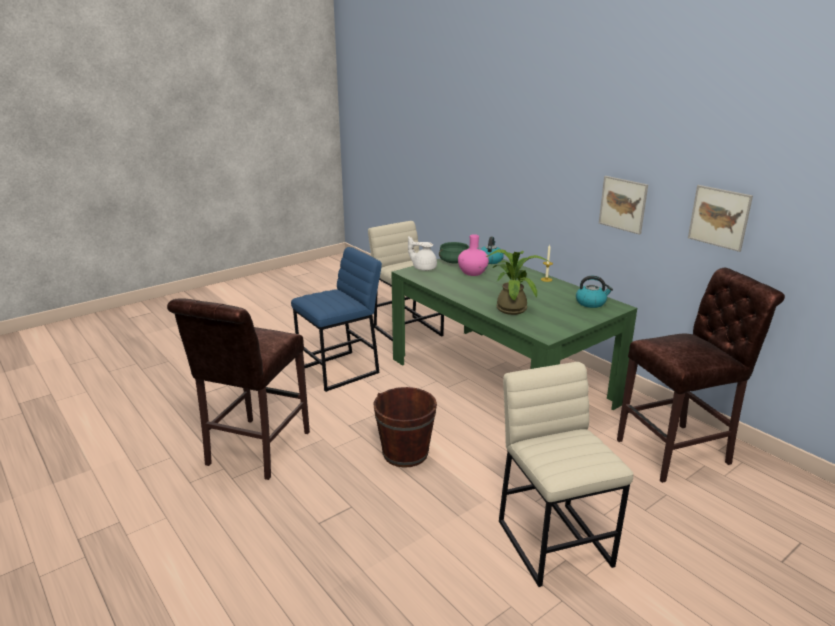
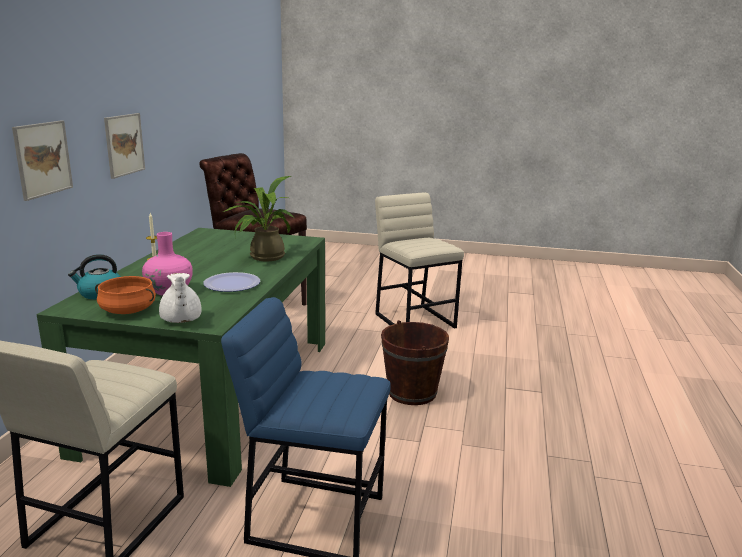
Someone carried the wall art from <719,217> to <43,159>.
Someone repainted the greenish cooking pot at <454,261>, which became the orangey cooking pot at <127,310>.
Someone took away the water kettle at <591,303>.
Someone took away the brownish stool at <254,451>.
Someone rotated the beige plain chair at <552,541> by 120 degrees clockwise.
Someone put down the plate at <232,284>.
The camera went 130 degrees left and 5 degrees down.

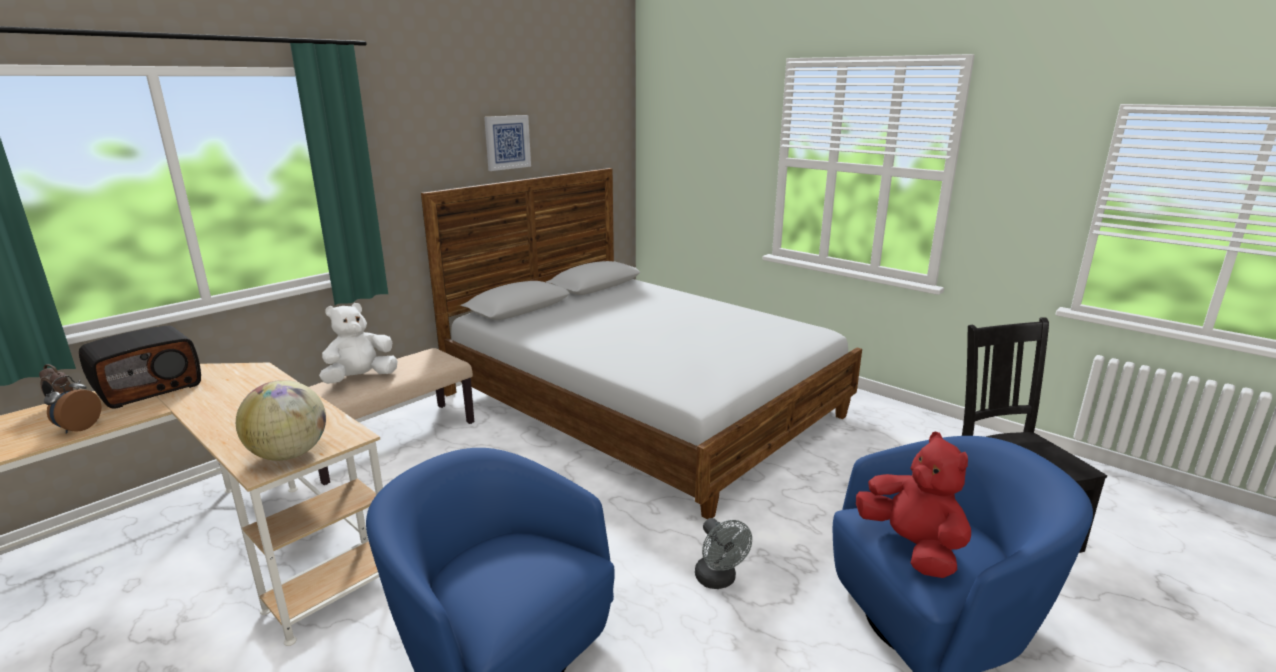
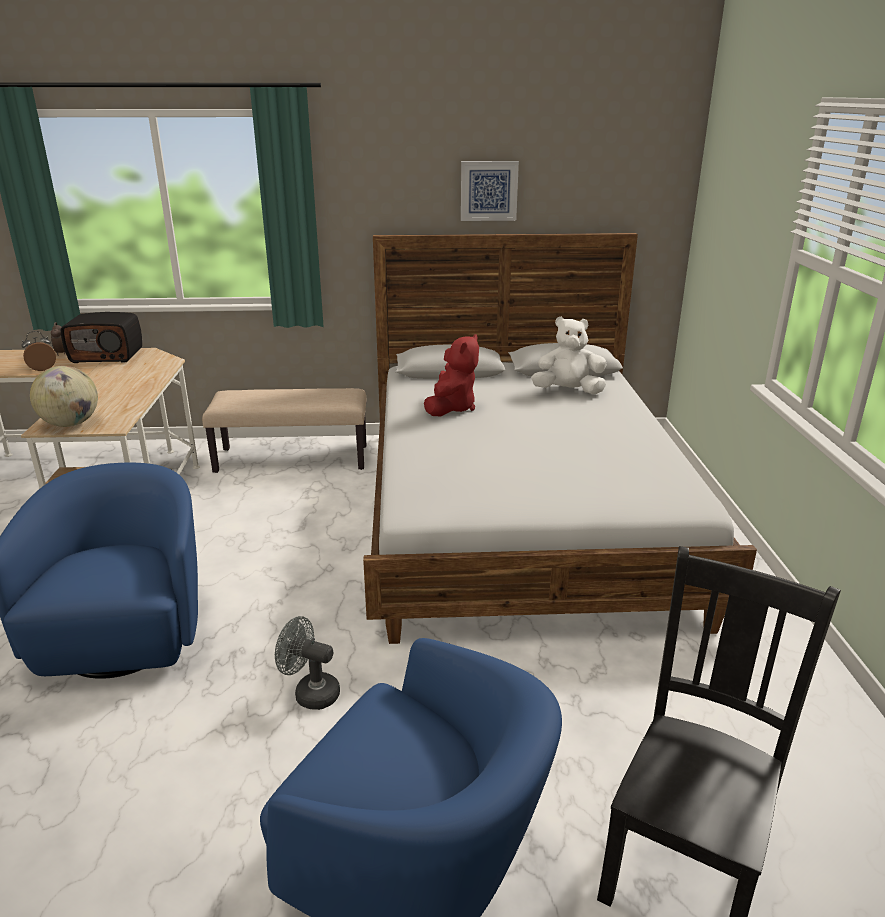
Someone carried the white plush toy from <360,378> to <568,391>.
Someone carried the reddish plush toy from <911,547> to <451,408>.
Someone rotated the greyish electric fan at <719,580> by 90 degrees clockwise.
The camera went 45 degrees right and 5 degrees up.

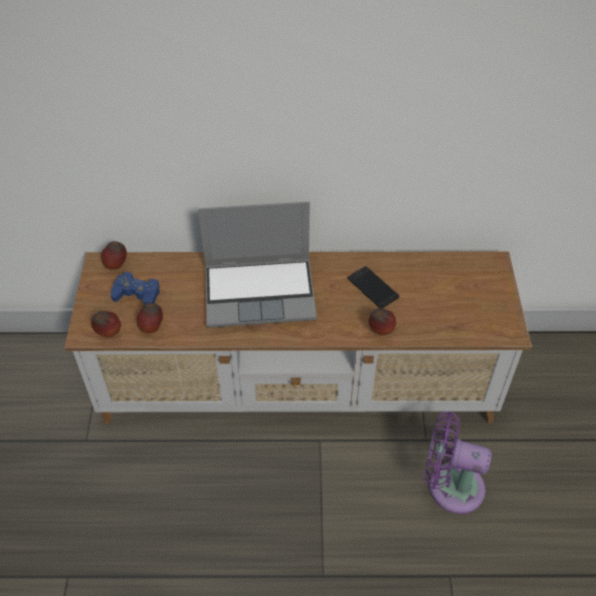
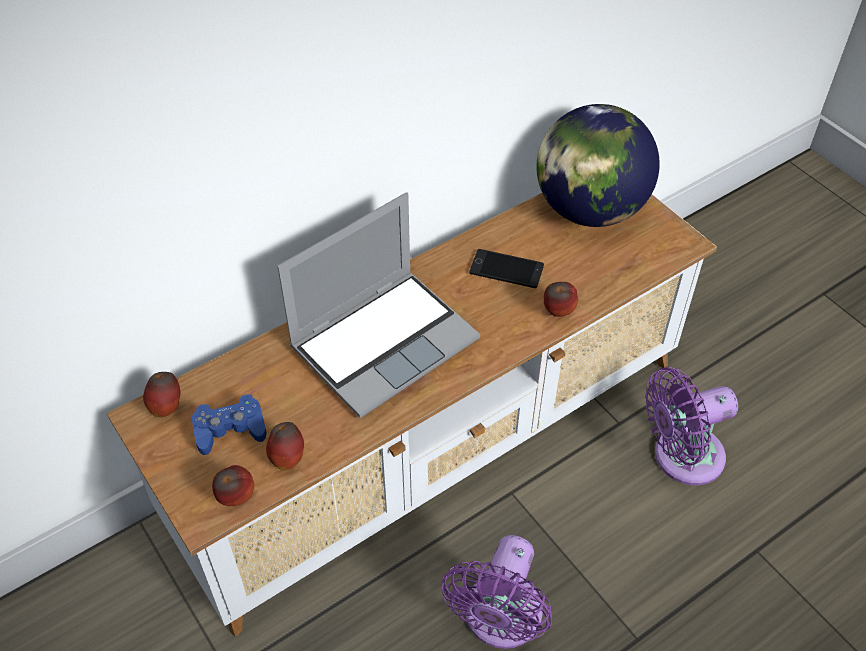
Someone put down the globe at <589,210>.
Someone put down the purple electric fan at <499,619>.
The camera went 35 degrees left and 0 degrees up.

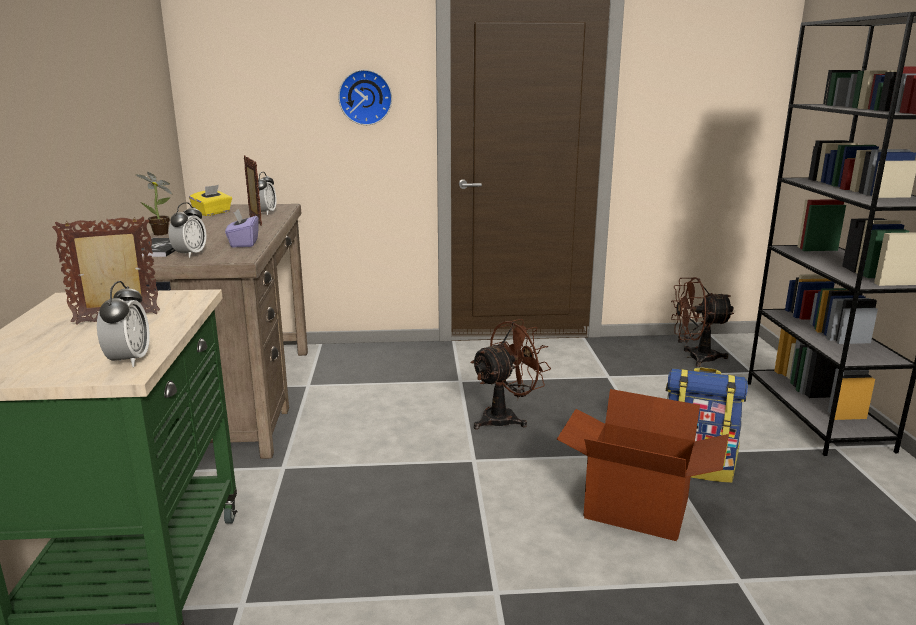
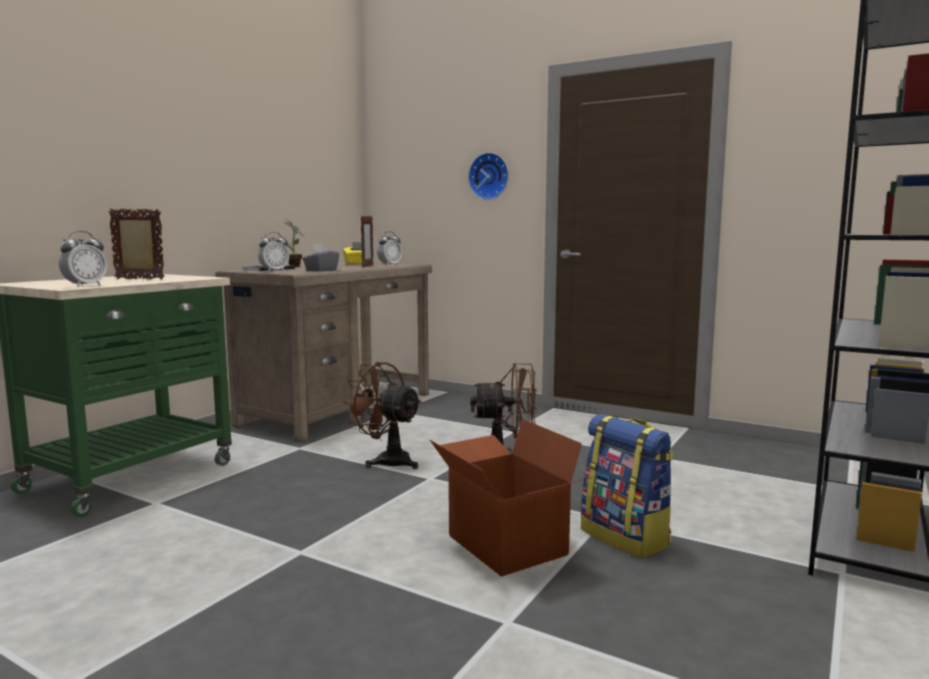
Someone repainted the purple tissue holder at <243,243>, which became the greyish tissue holder at <321,270>.
Someone carried the brownish electric fan from <694,358> to <387,460>.
The camera went 35 degrees right and 10 degrees down.

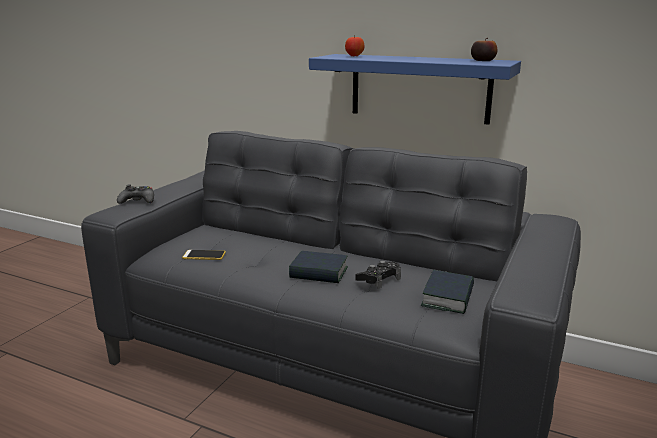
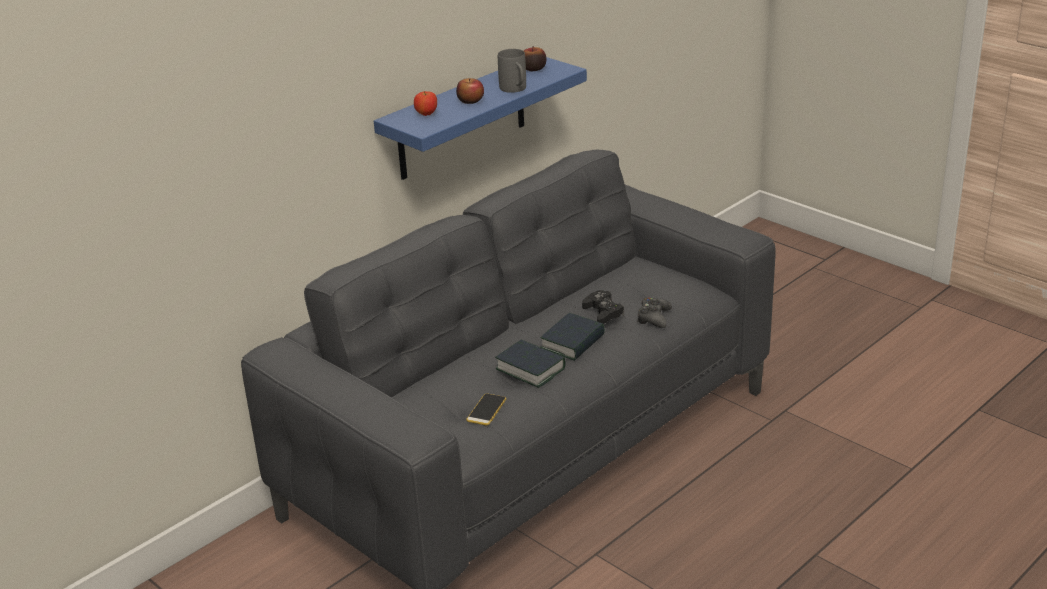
Someone carried the black-coloured gamepad from <137,201> to <653,318>.
Someone carried the volume from <448,297> to <530,369>.
Someone put down the greyish mug at <515,90>.
Someone put down the apple at <470,101>.
The camera went 70 degrees left and 10 degrees up.

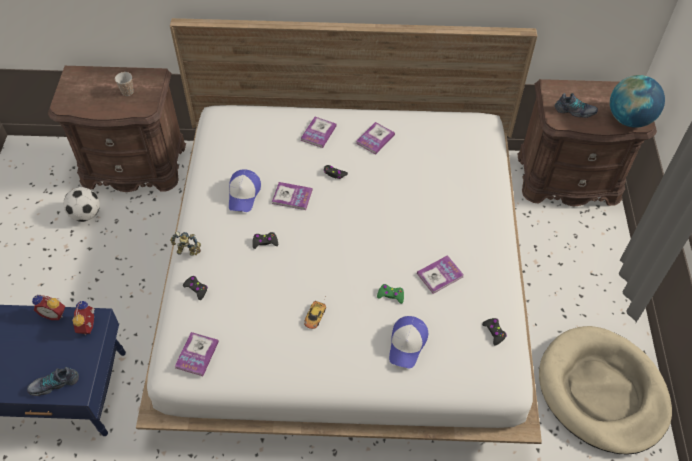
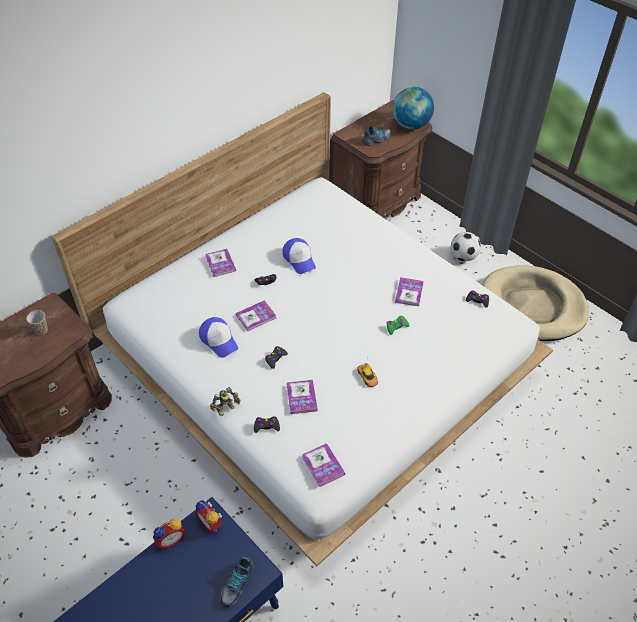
Someone carried the volume from <375,139> to <301,397>.
Someone carried the ball for football from <86,214> to <463,257>.
Someone carried the cap from <407,344> to <299,259>.
The camera went 45 degrees left and 5 degrees down.

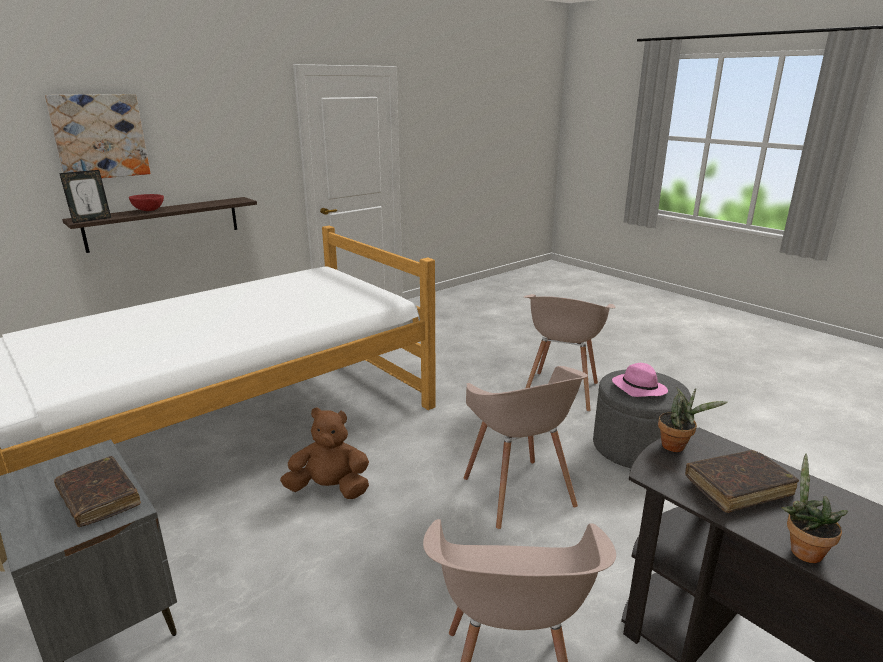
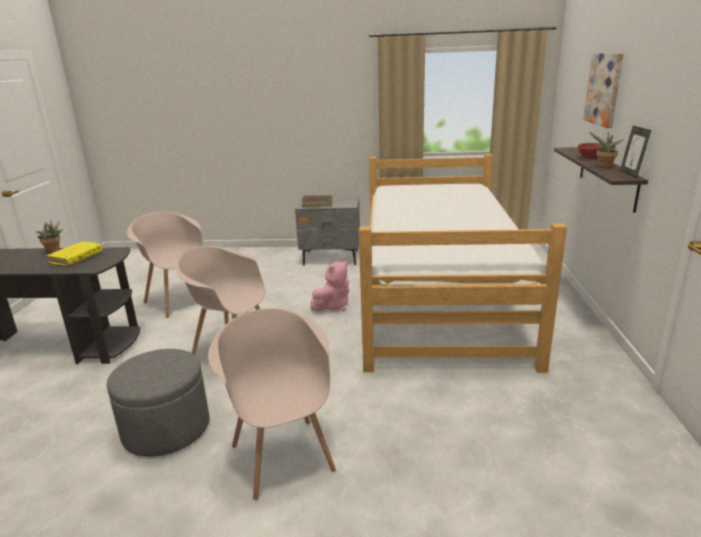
Someone carried the picture frame from <91,220> to <630,174>.
Someone took away the pink hat at <638,388>.
Someone carried the houseplant from <677,446> to <603,167>.
Someone repainted the brownish plush toy at <330,489>, which became the pink plush toy at <333,306>.
Someone repainted the brownish volume at <738,487>, which became the yellowish volume at <77,258>.
The camera went 135 degrees right and 0 degrees up.

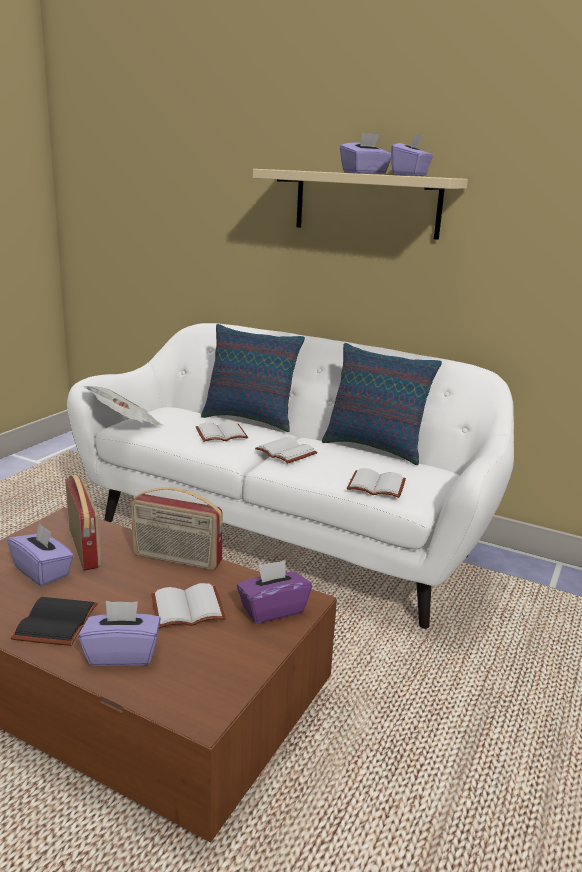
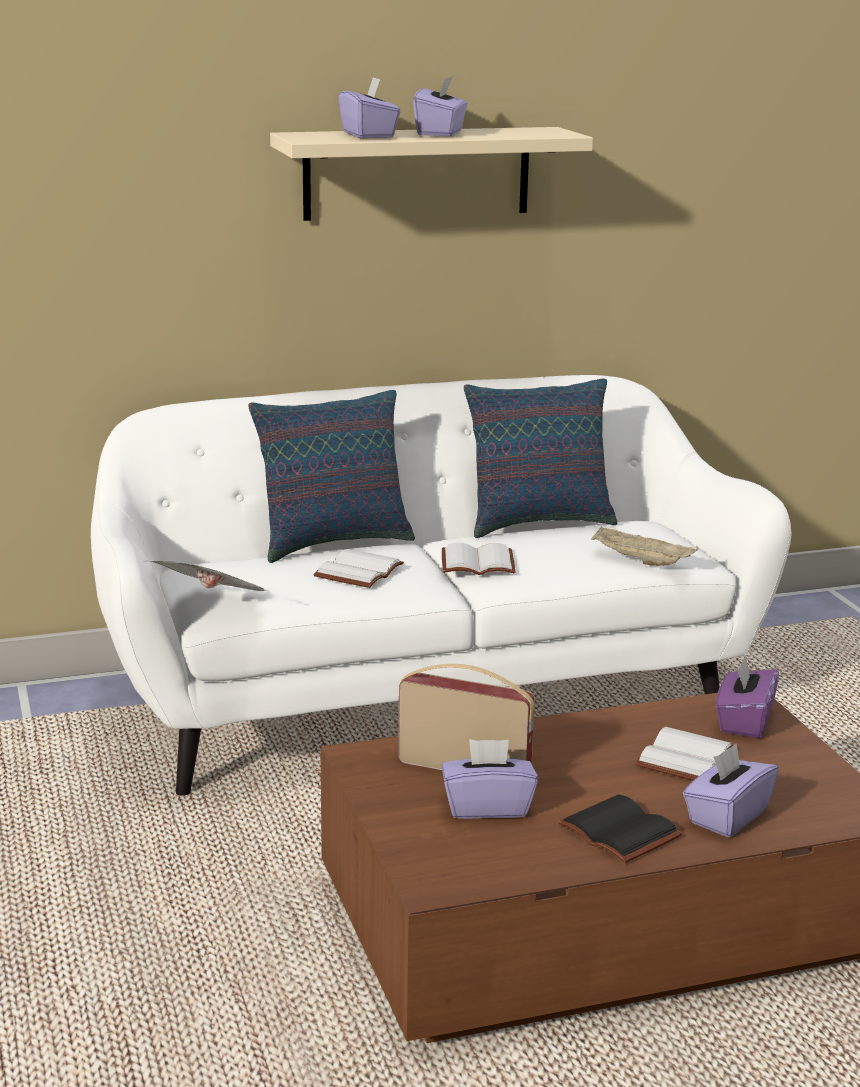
Someone carried the purple tissue holder from <410,175> to <369,135>.
Someone swapped the white volume at <375,486> for the beige carrying tray at <639,561>.
Someone took away the radio receiver at <176,559>.
The camera went 45 degrees left and 0 degrees up.

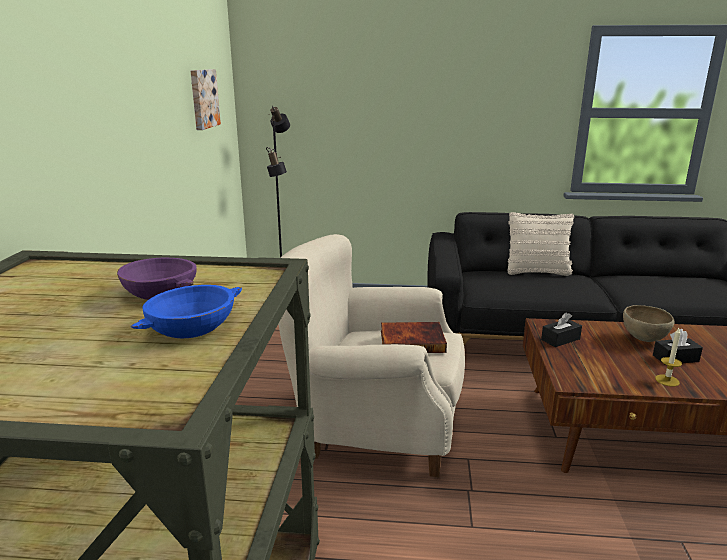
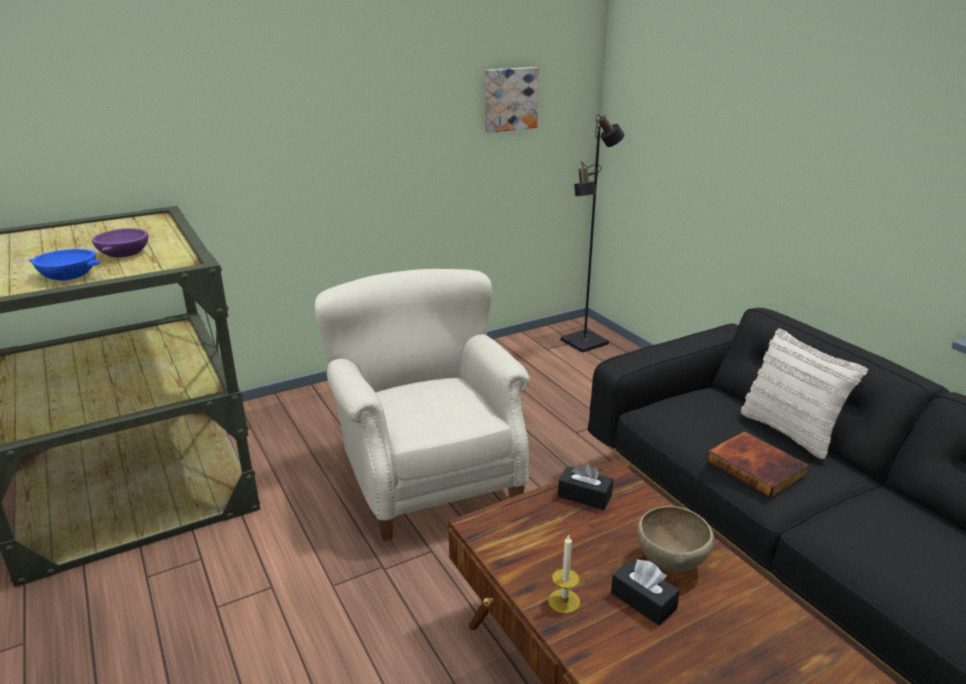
Someone carried the volume from <412,341> to <757,467>.
The camera went 55 degrees right and 5 degrees up.

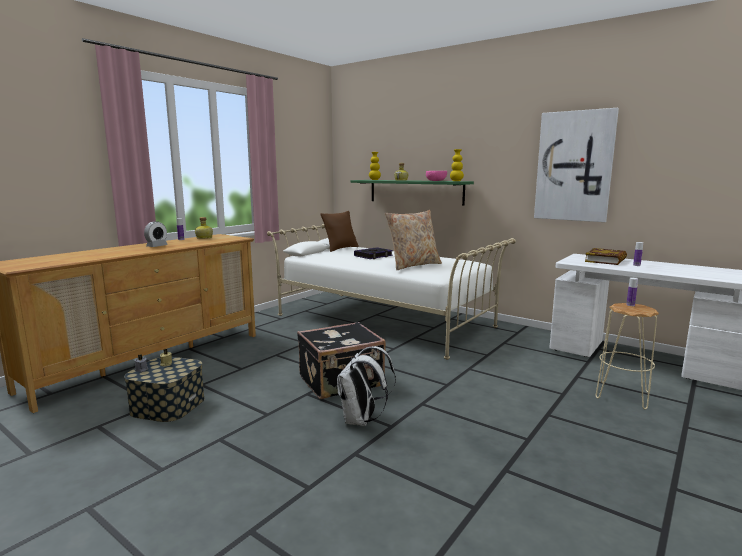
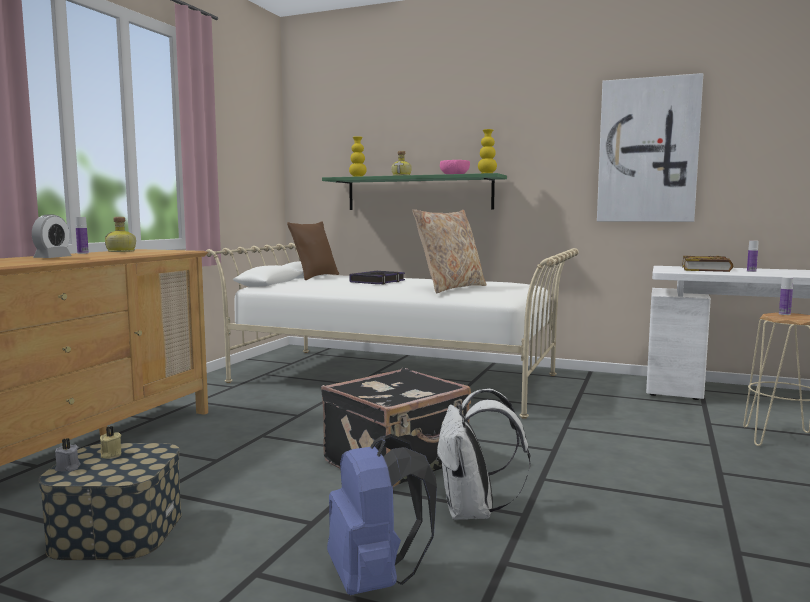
Someone put down the blue-coloured knapsack at <375,580>.
The camera went 15 degrees left and 5 degrees down.

